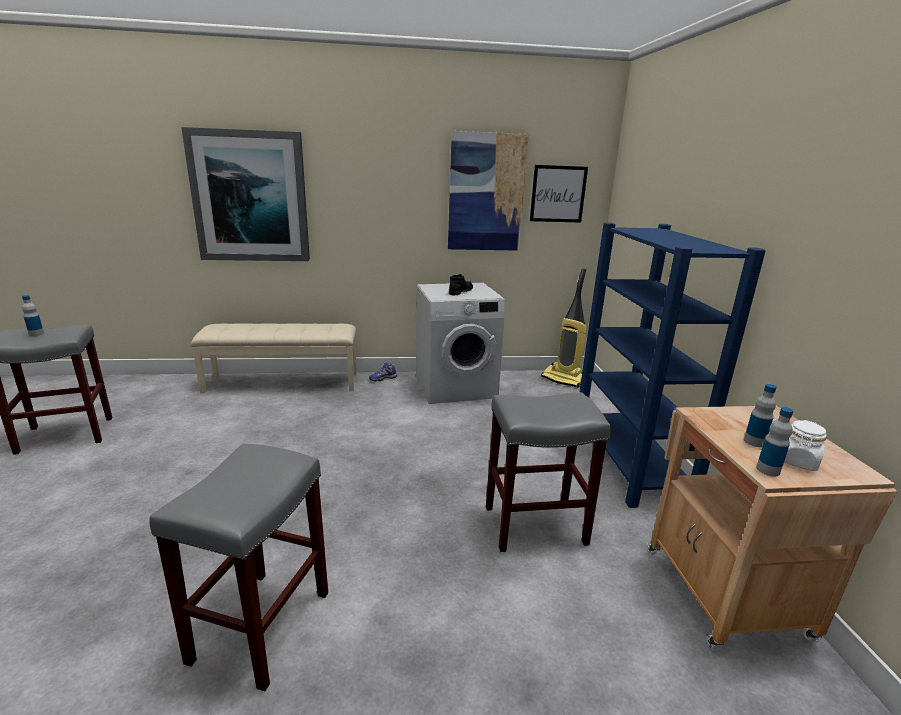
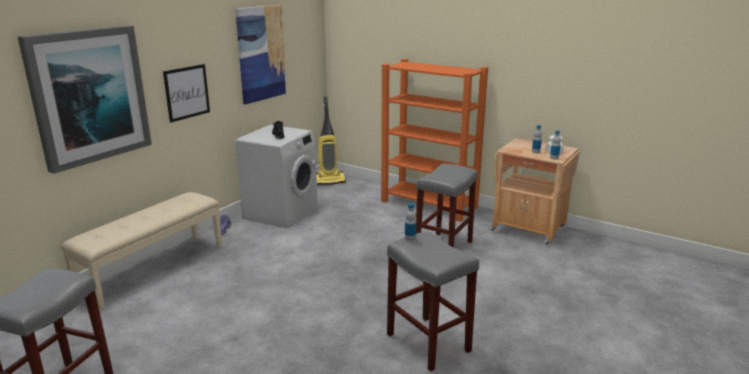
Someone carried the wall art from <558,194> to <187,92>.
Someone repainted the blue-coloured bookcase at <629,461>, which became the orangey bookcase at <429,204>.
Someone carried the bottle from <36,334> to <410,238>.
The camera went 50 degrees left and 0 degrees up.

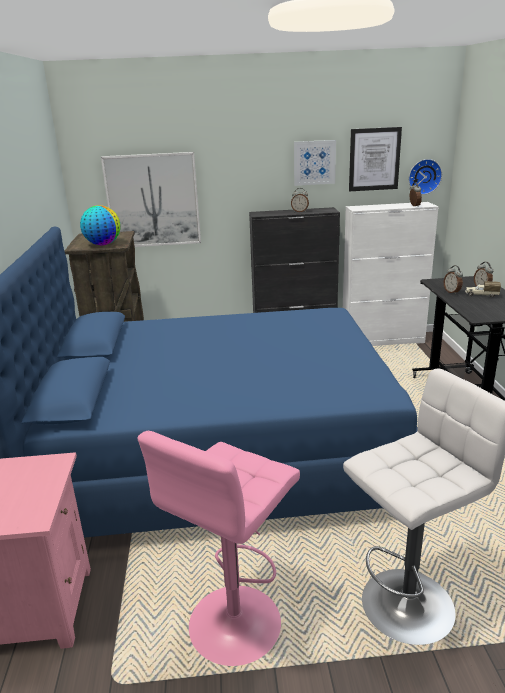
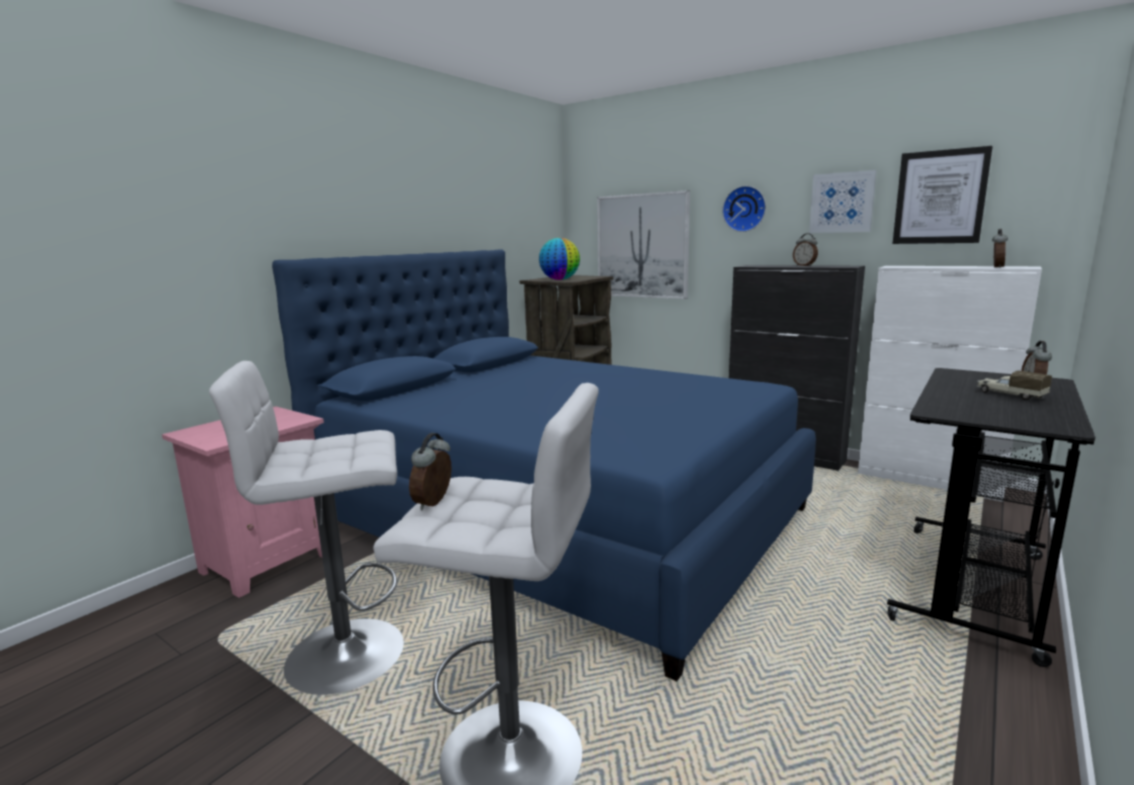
Someone carried the wall clock from <424,176> to <745,209>.
Someone carried the alarm clock from <452,292> to <435,503>.
Someone repainted the pink stool at <233,624>, which became the white stool at <344,654>.
The camera went 40 degrees right and 10 degrees down.

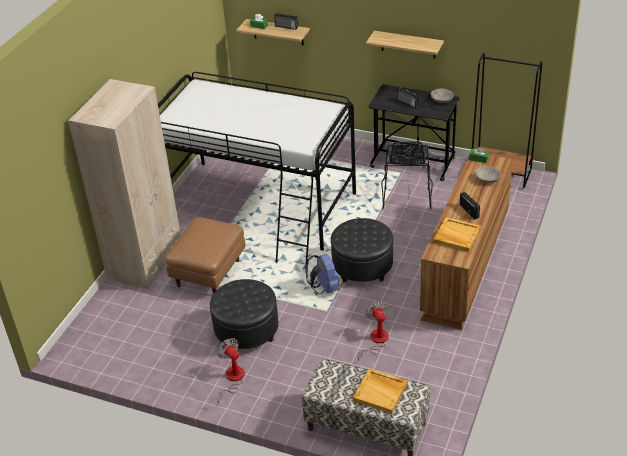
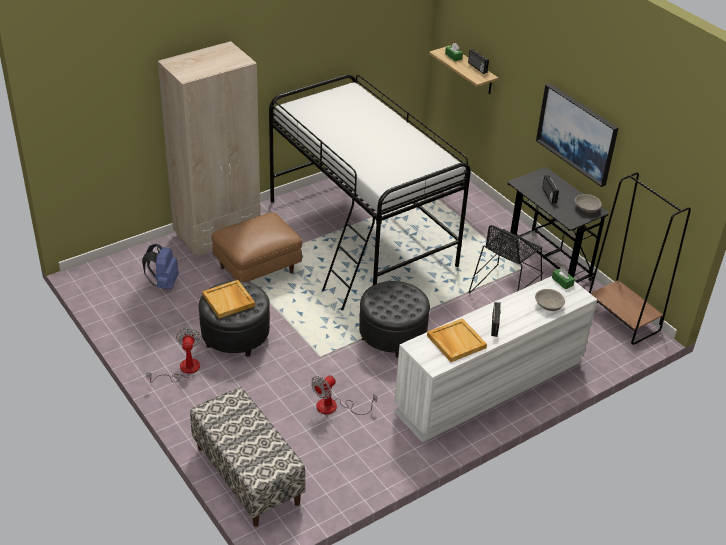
Someone swapped the wall shelf at <408,44> for the wall art at <577,133>.
Someone repainted the brownish chest of drawers at <466,266>, which became the white chest of drawers at <490,388>.
Someone carried the blue-coloured knapsack from <324,288> to <163,283>.
Someone rotated the electric fan at <376,341> by 150 degrees counterclockwise.
Someone carried the beige carrying tray from <380,392> to <229,301>.
The camera went 30 degrees right and 0 degrees up.

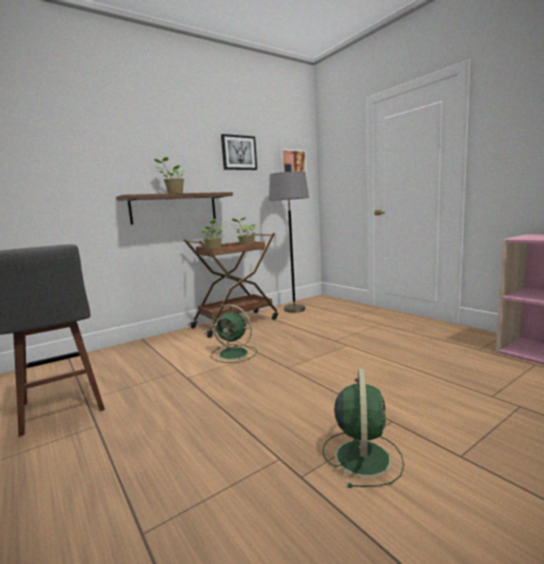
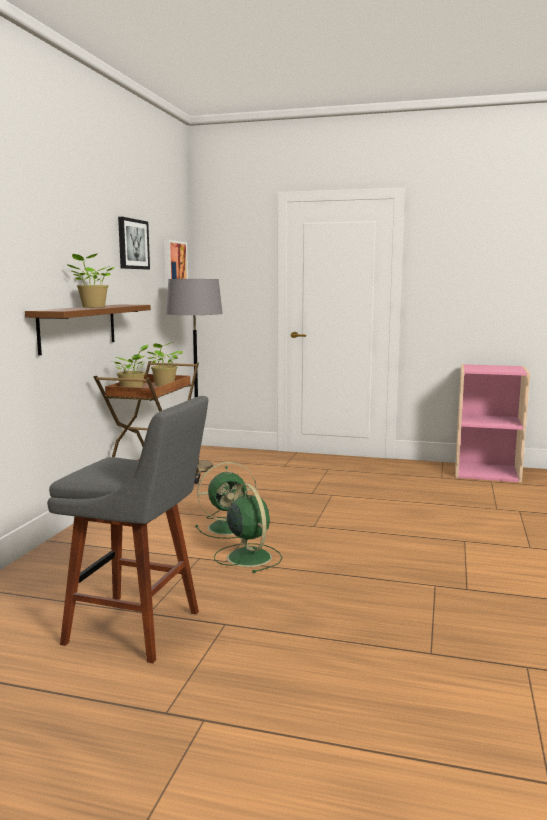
Someone carried the greenish electric fan from <362,456> to <248,557>.
The camera went 40 degrees left and 0 degrees up.

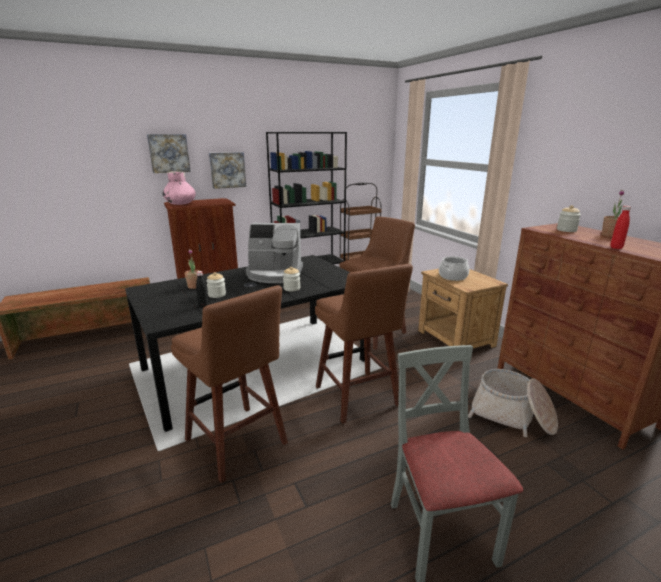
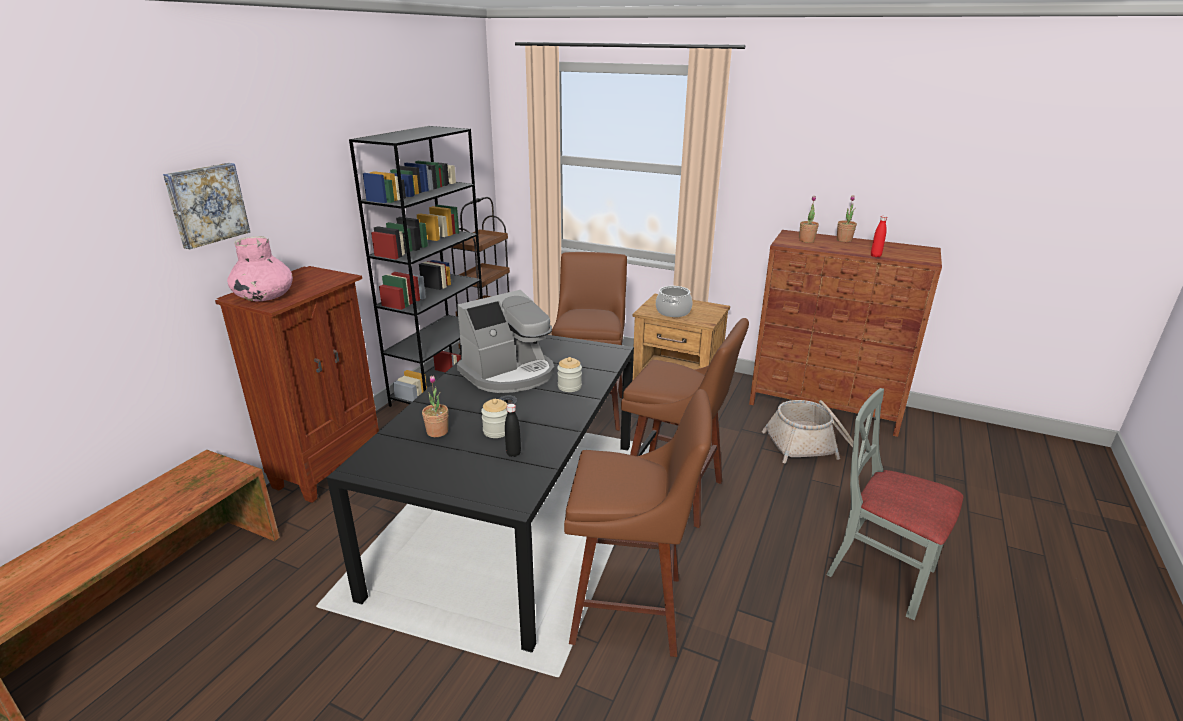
Someone took away the wall art at <227,170>.
Someone swapped the jar at <566,230> for the houseplant at <806,240>.
The camera went 40 degrees left and 5 degrees up.

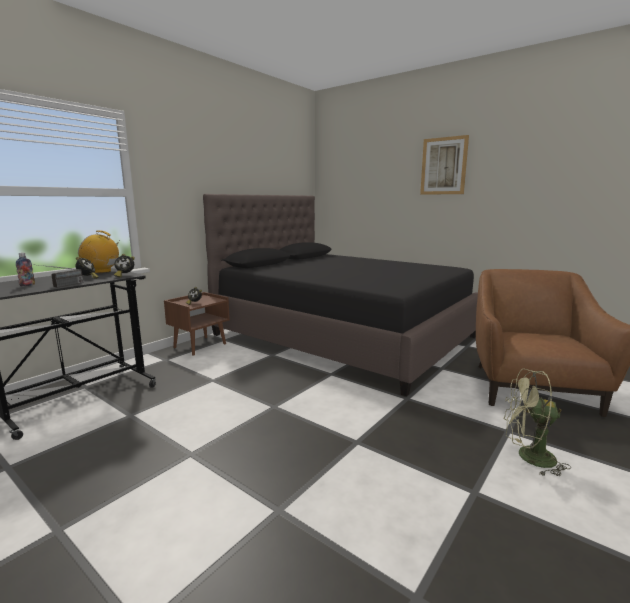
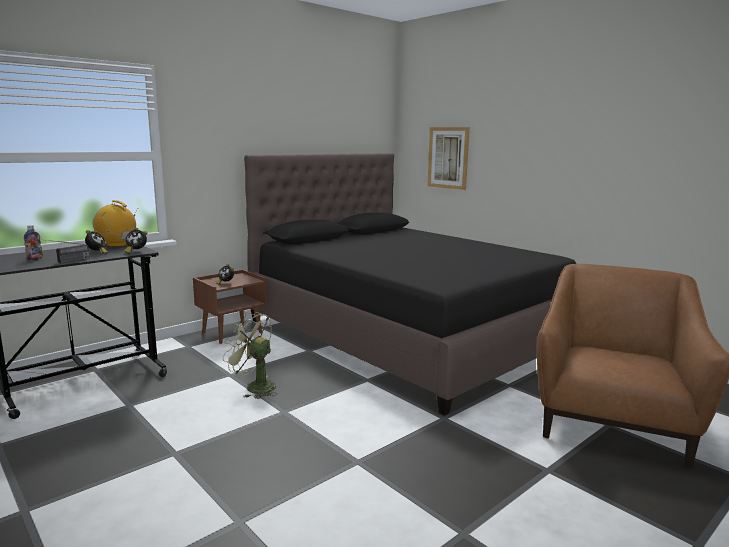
Someone carried the wall art from <443,166> to <448,158>.
Someone carried the greenish electric fan from <528,457> to <254,387>.
The camera went 10 degrees right and 0 degrees up.

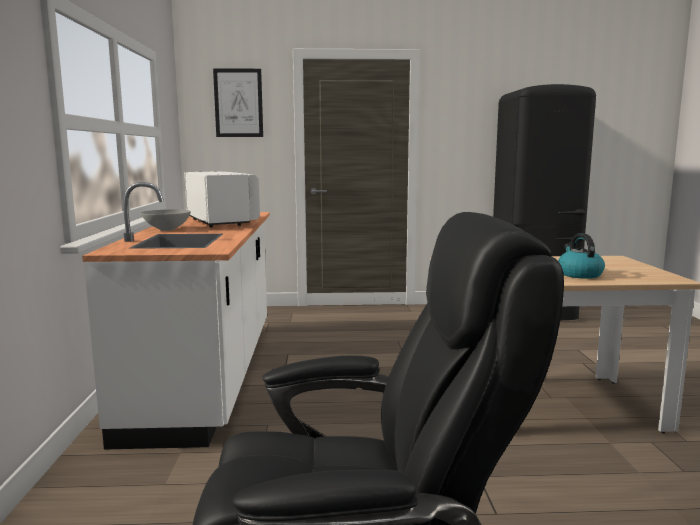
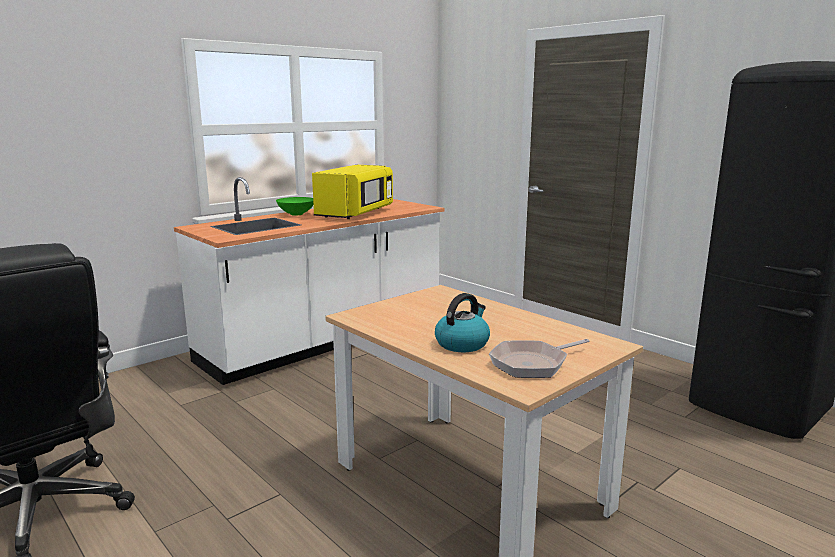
Someone took away the wall art at <238,103>.
Someone repainted the white kitchen microwave at <221,222>, which became the yellowish kitchen microwave at <356,213>.
Someone repainted the greyish bowl at <168,229>, which became the greenish bowl at <297,214>.
Someone put down the skillet at <533,363>.
The camera went 50 degrees right and 5 degrees up.

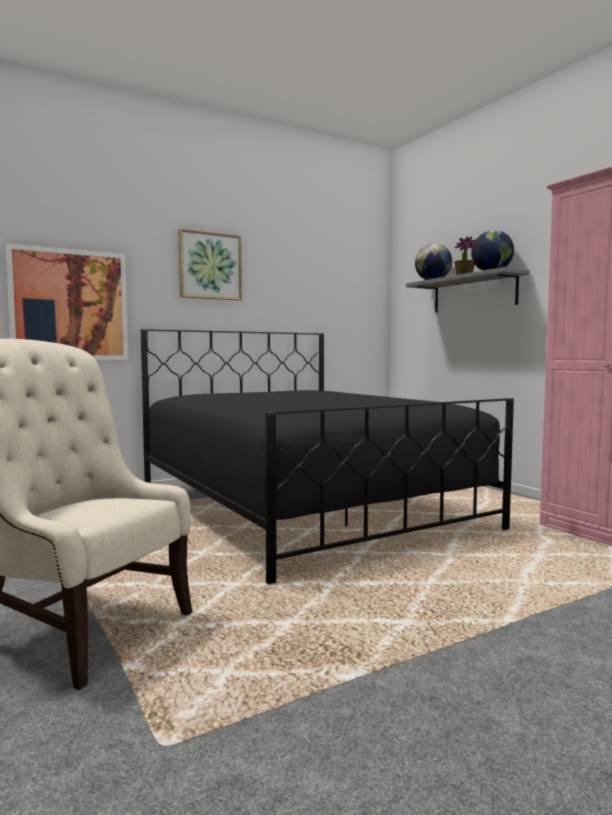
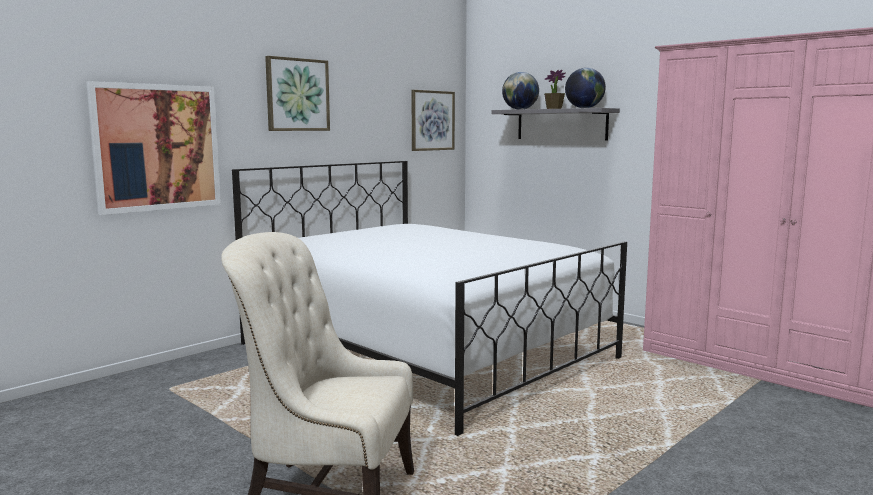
Someone repainted the black-coloured bed at <303,508>, which became the white bed at <424,350>.
Someone put up the wall art at <432,120>.
The camera went 15 degrees left and 5 degrees up.

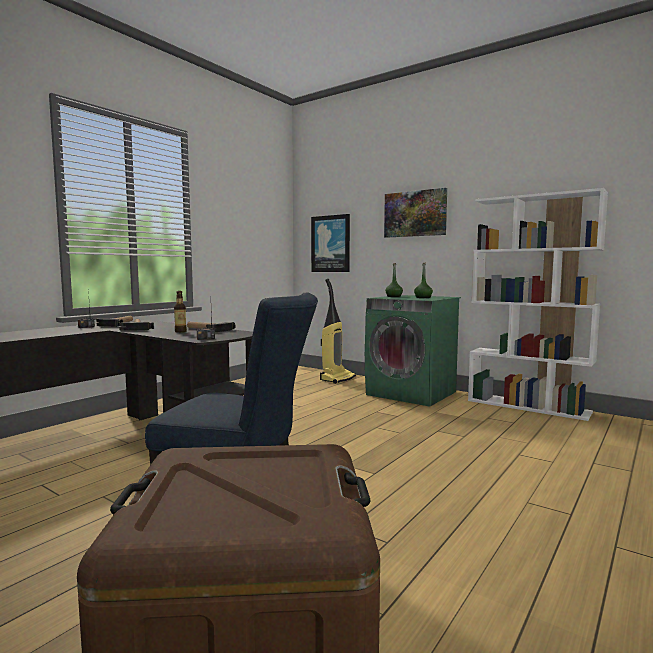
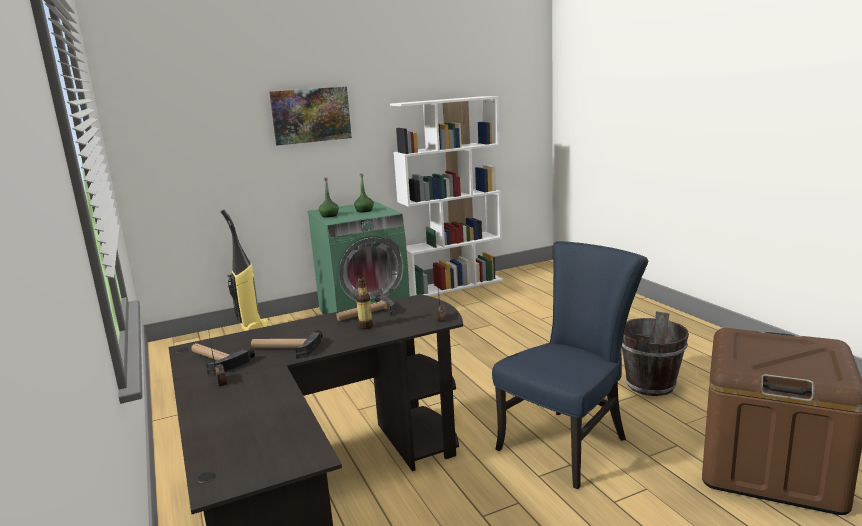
Someone took away the wall art at <330,244>.
Someone put down the brownish bucket at <650,385>.
The camera went 60 degrees left and 10 degrees up.

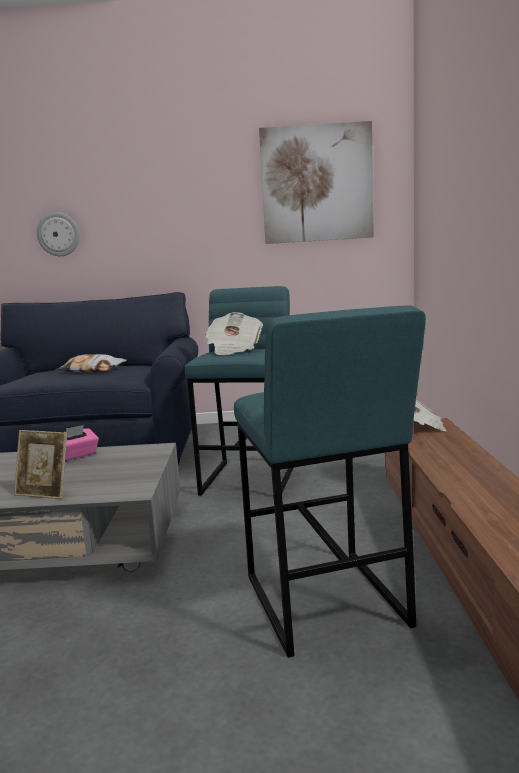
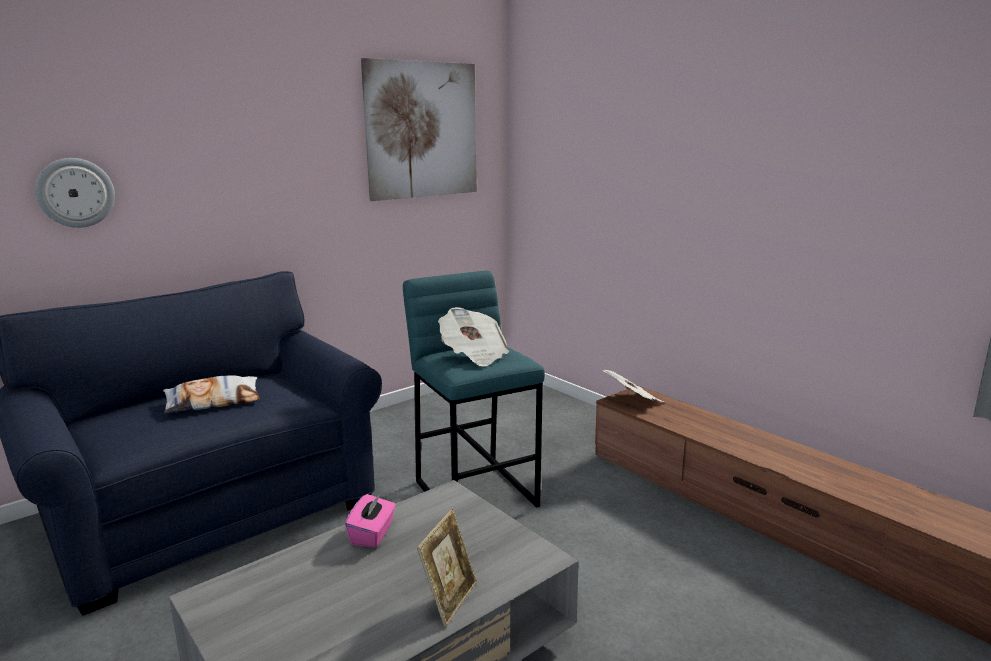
Someone took away the turquoise-coloured stool at <327,603>.
Someone rotated the picture frame at <44,493> by 45 degrees counterclockwise.
The camera went 40 degrees left and 5 degrees up.

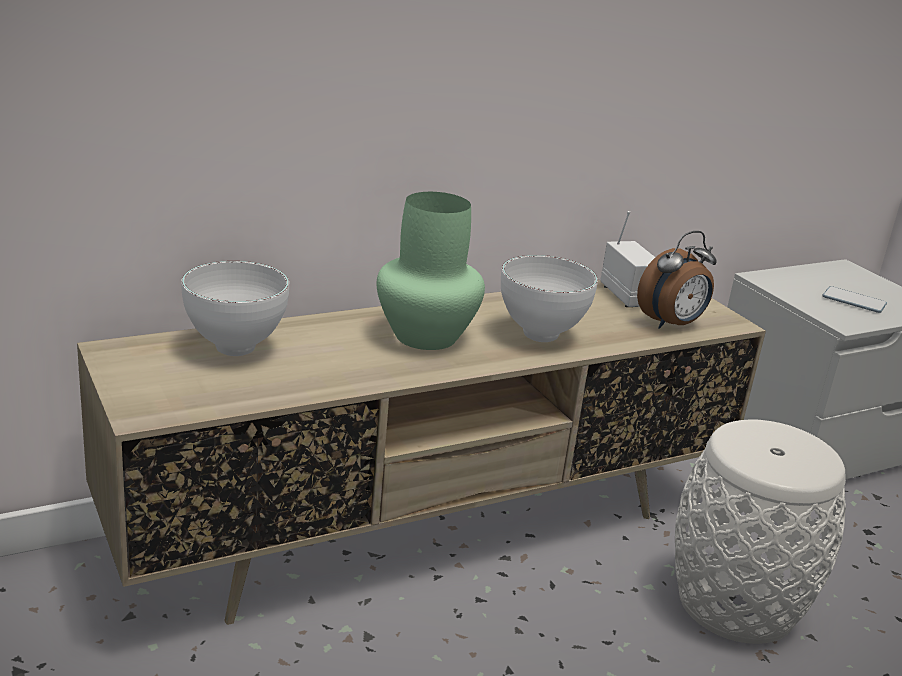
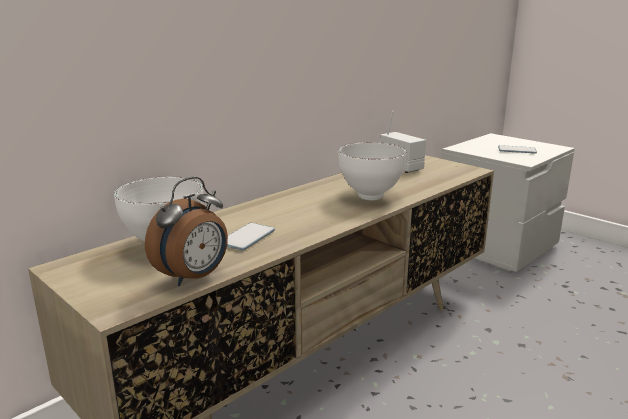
Someone took away the greenish decorative vase at <427,336>.
Someone carried the alarm clock from <672,324> to <194,277>.
Someone took away the white stool at <736,605>.
Someone put down the telephone at <247,238>.
The camera went 15 degrees left and 5 degrees down.

